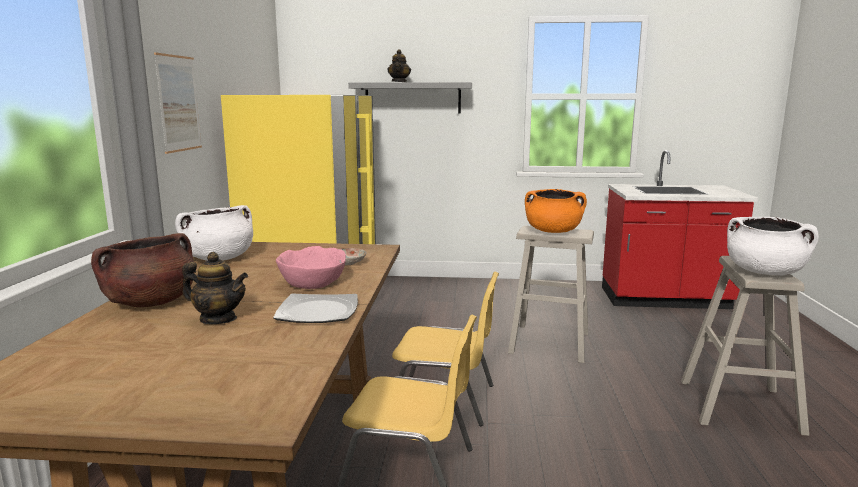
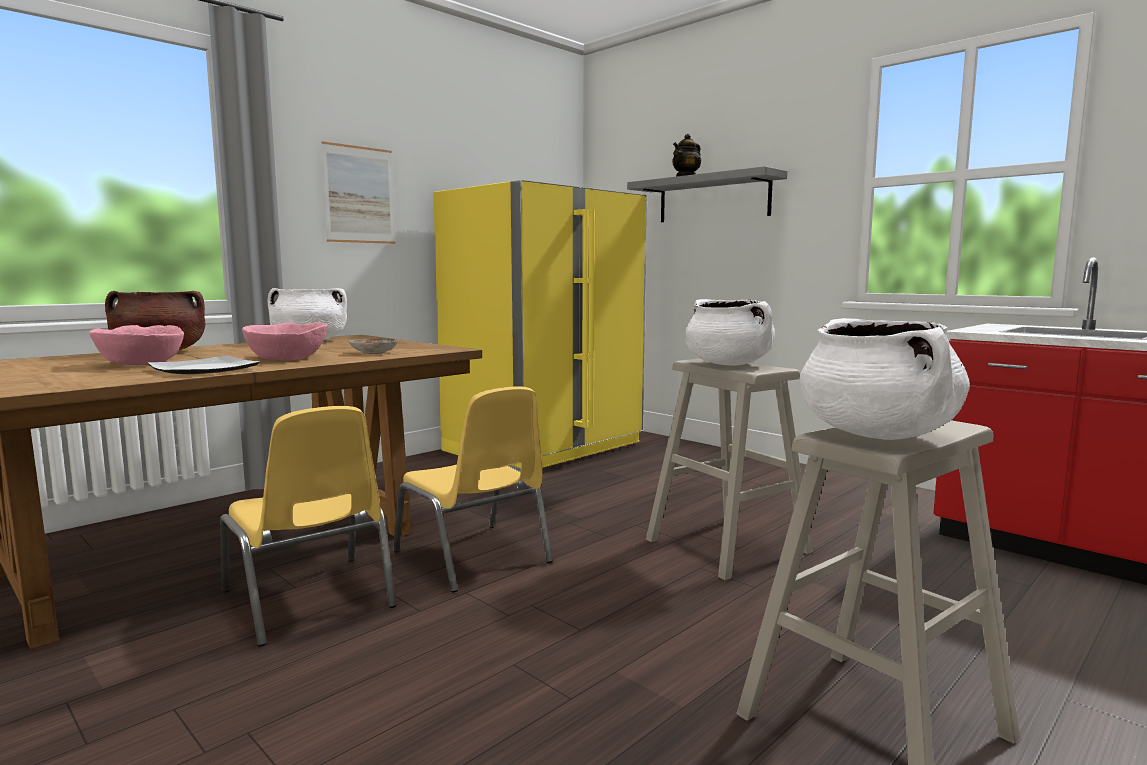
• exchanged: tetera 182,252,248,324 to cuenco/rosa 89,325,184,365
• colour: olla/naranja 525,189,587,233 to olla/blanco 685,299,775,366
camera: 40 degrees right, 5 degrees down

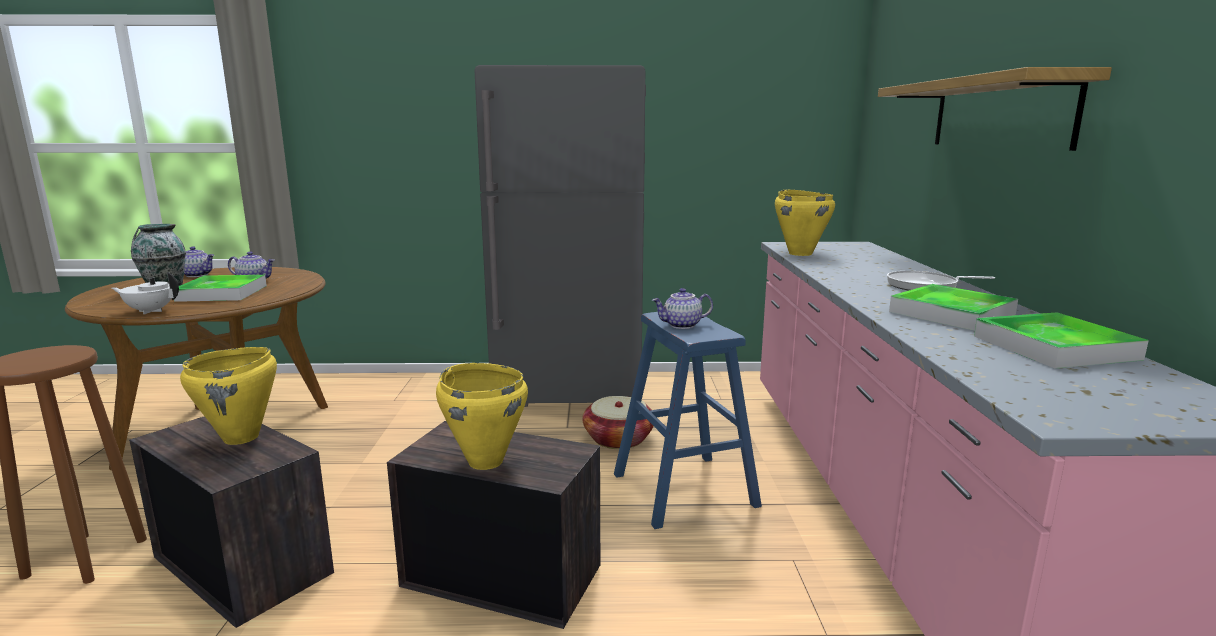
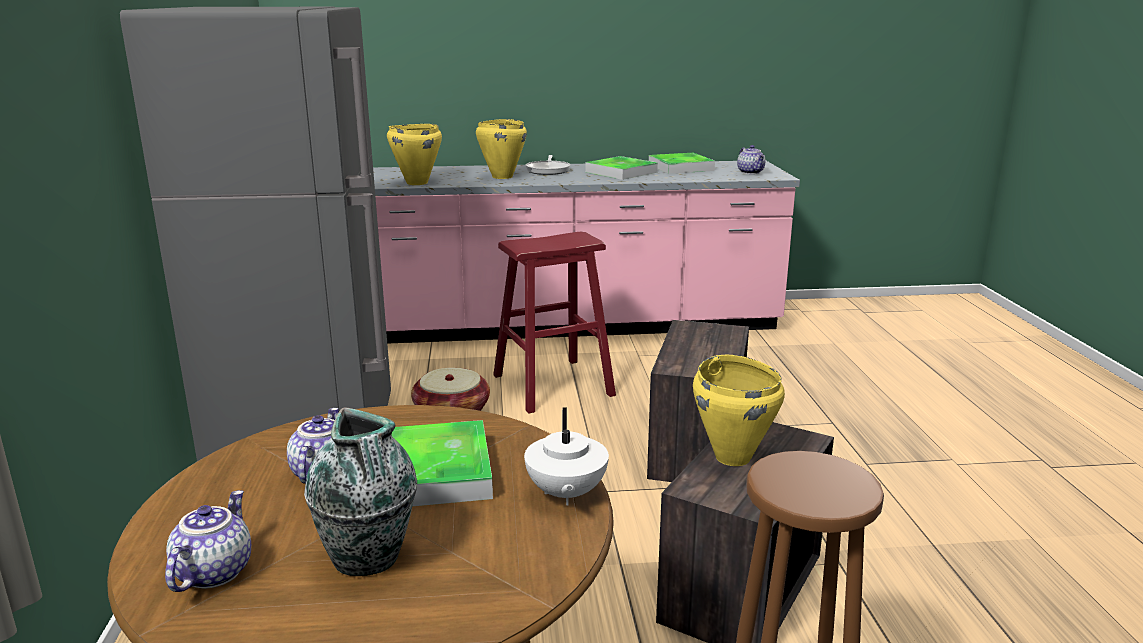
• missing: estante 878,67,1112,151
• relocated: olla/amarillo 436,363,528,470 to 476,119,527,179
• relocated: tetera 652,288,713,329 to 737,145,765,174
• colour: taburete/azul 614,312,762,529 to taburete/rojo 493,232,616,414
camera: 95 degrees left, 5 degrees up

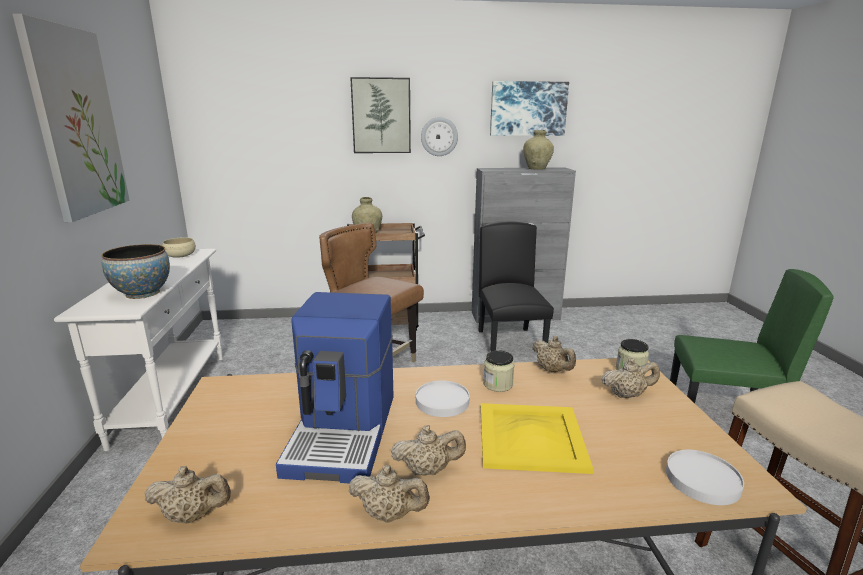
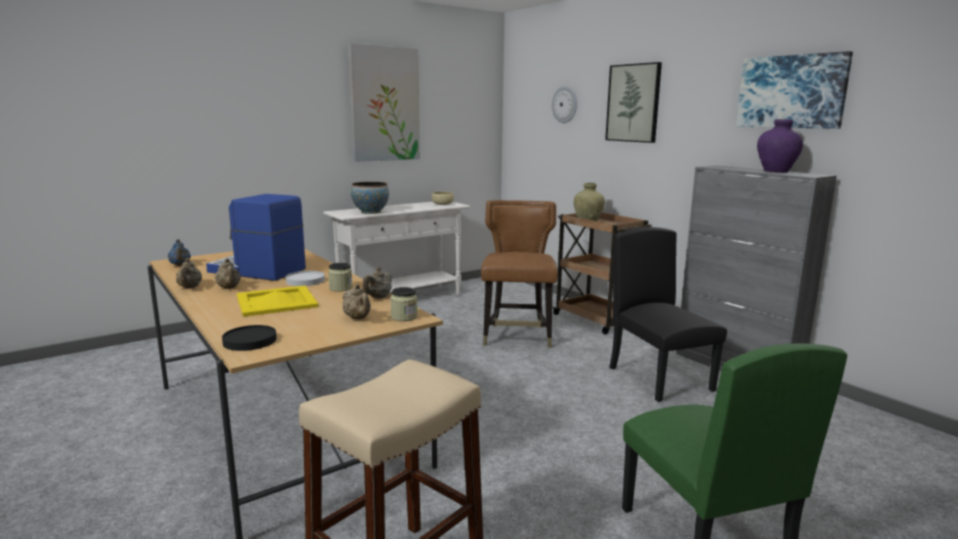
• relocated: reloj de pared 421,117,458,156 to 552,86,577,123
• colour: tetera/beis 145,466,231,524 to tetera/azul 167,239,191,266
• colour: florero/beis 523,130,554,170 to florero/morado 757,119,803,173
• colour: plato/blanco 666,450,744,505 to plato/negro 222,325,277,351
• spun: cafetera 276,292,394,484 = 206,194,306,281 45 degrees clockwise
• spun: silla/negro 478,221,554,352 = 609,227,727,402 75 degrees counterclockwise
camera: 60 degrees right, 5 degrees down

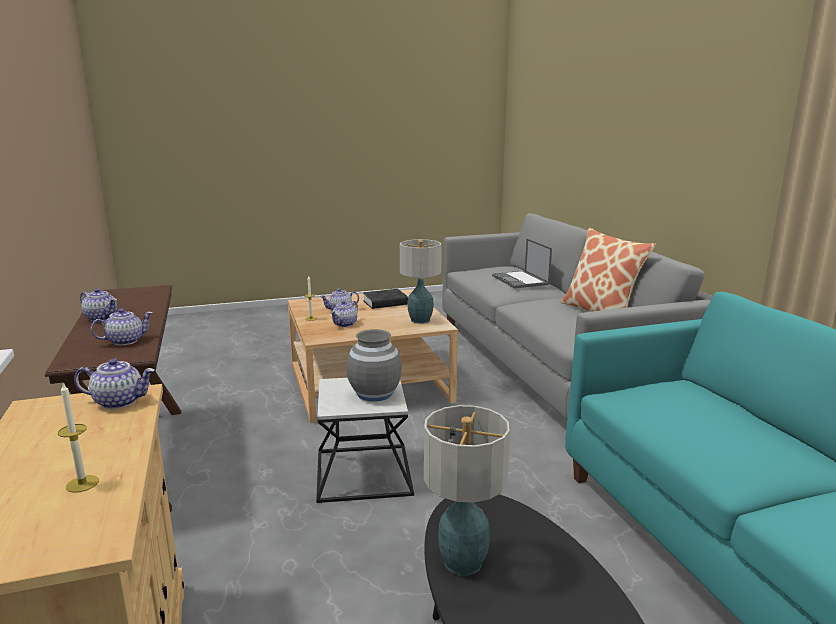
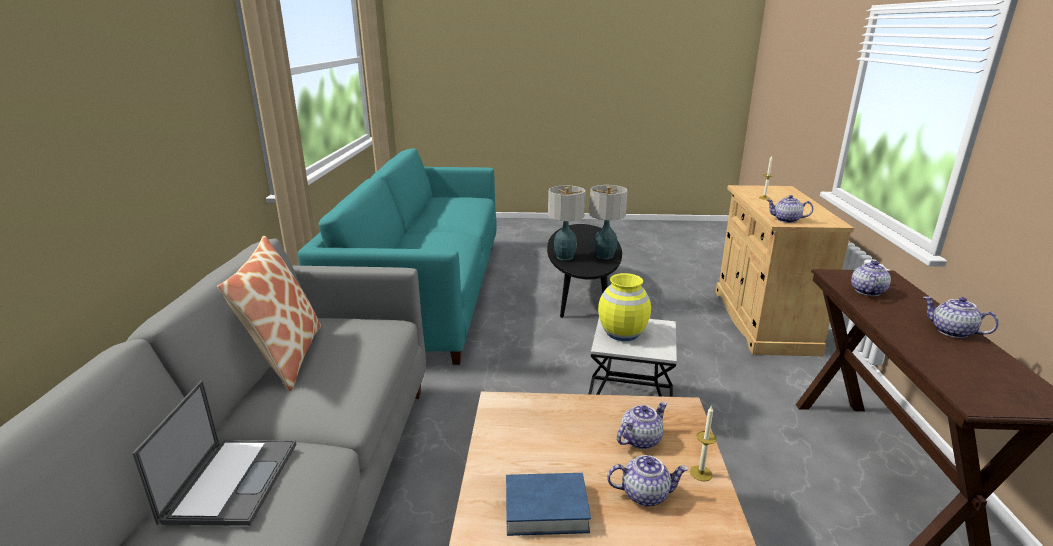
• relocated: lámpara de mesa 400,239,442,324 to 548,185,586,260
• colour: florero/gris 346,329,402,402 to florero/amarillo 598,273,651,341
• colour: libro/negro 363,289,408,309 to libro/azul 506,473,591,536
• spun: tetera 91,308,153,345 = 851,260,891,296 135 degrees clockwise
camera: 160 degrees left, 5 degrees up

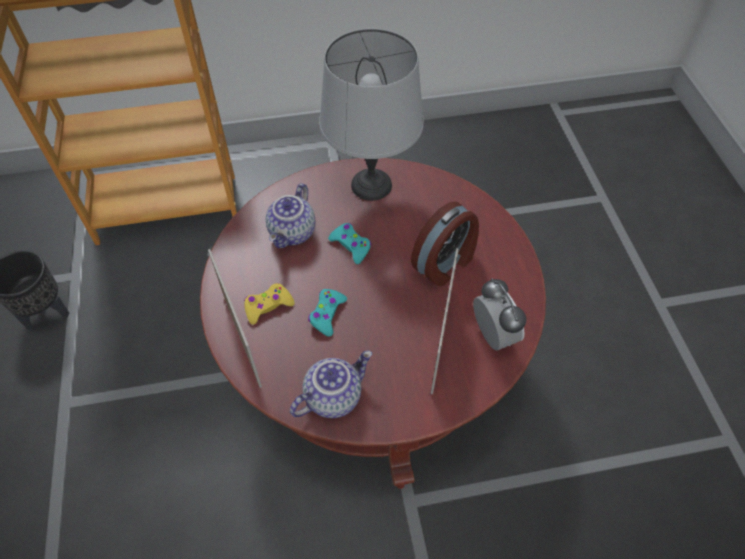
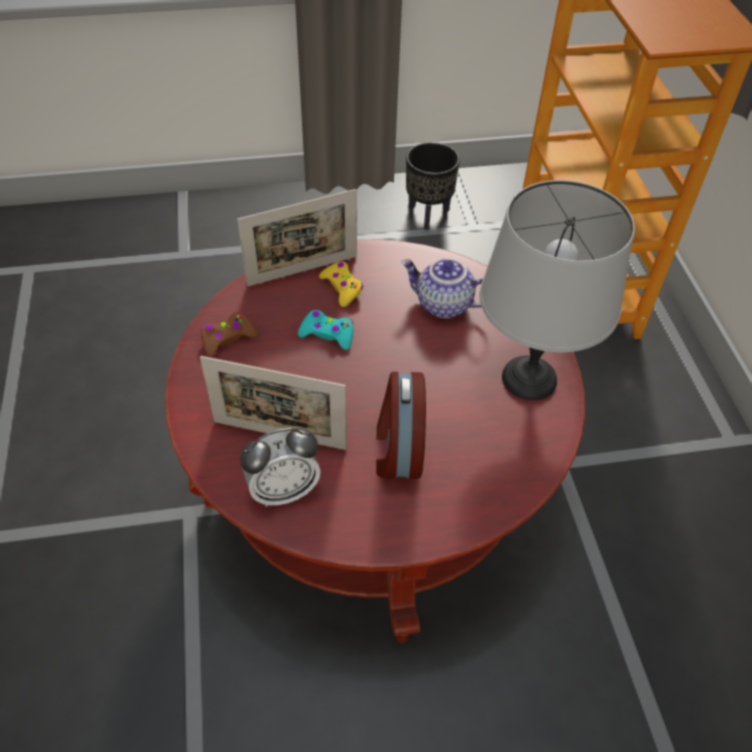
• missing: mando de consola/turquesa 328,223,371,264
• exchanged: tetera 290,351,372,418 to mando de consola/marrón 201,312,258,357
• spun: despertador 411,201,479,286 = 376,372,426,479 45 degrees clockwise
camera: 90 degrees right, 5 degrees down

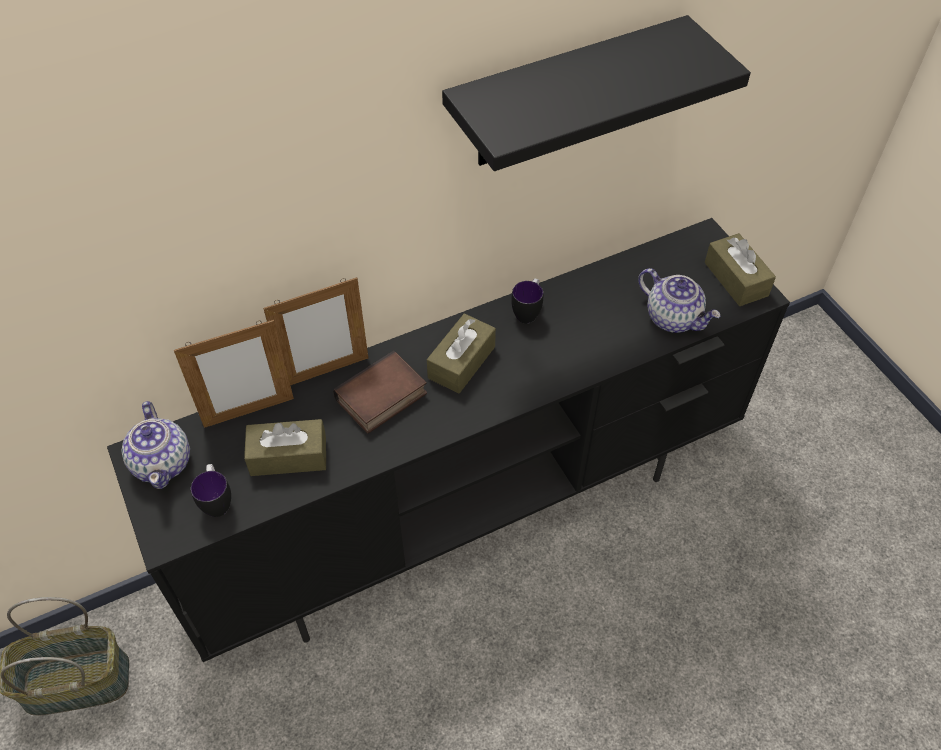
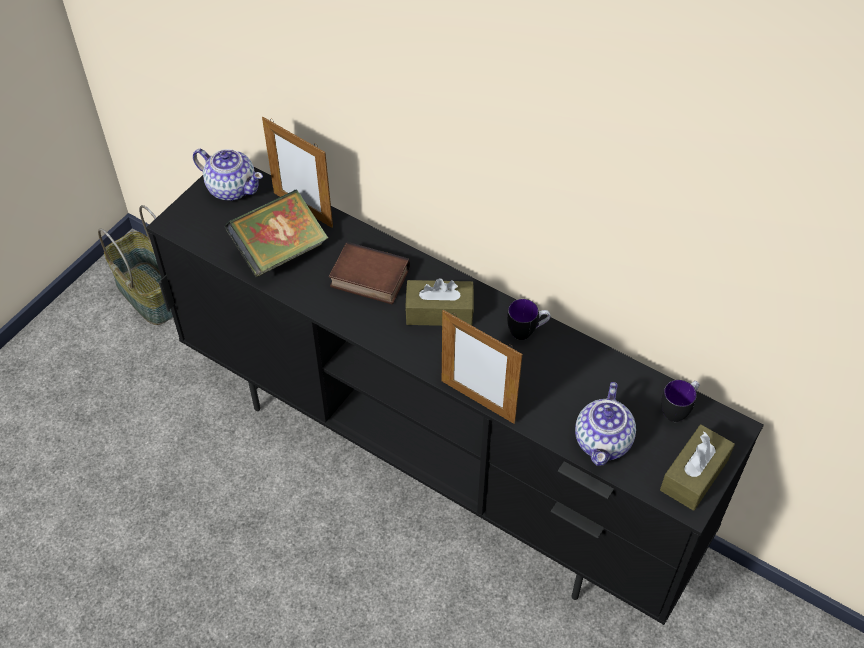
• missing: estante/negro 442,15,751,171
• relocated: taza grande 191,464,231,517 to 661,380,700,422
• relocated: portarretratos 263,277,368,385 to 442,310,523,424
• exchanged: caja de pañuelos/marrón 244,419,326,476 to libro 224,190,328,278
• spun: tetera 121,401,190,489 = 193,149,263,201 105 degrees counterclockwise
camera: 60 degrees right, 0 degrees up

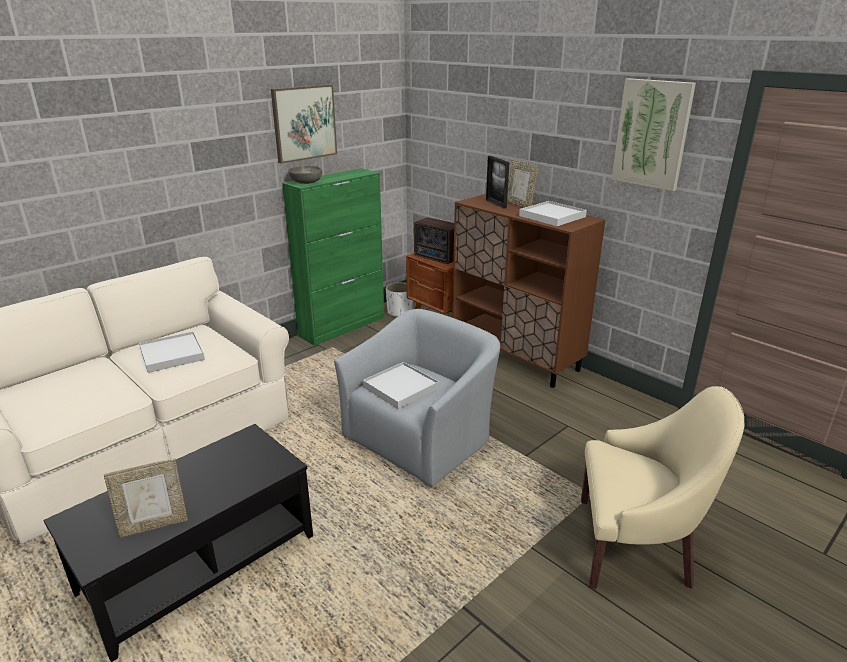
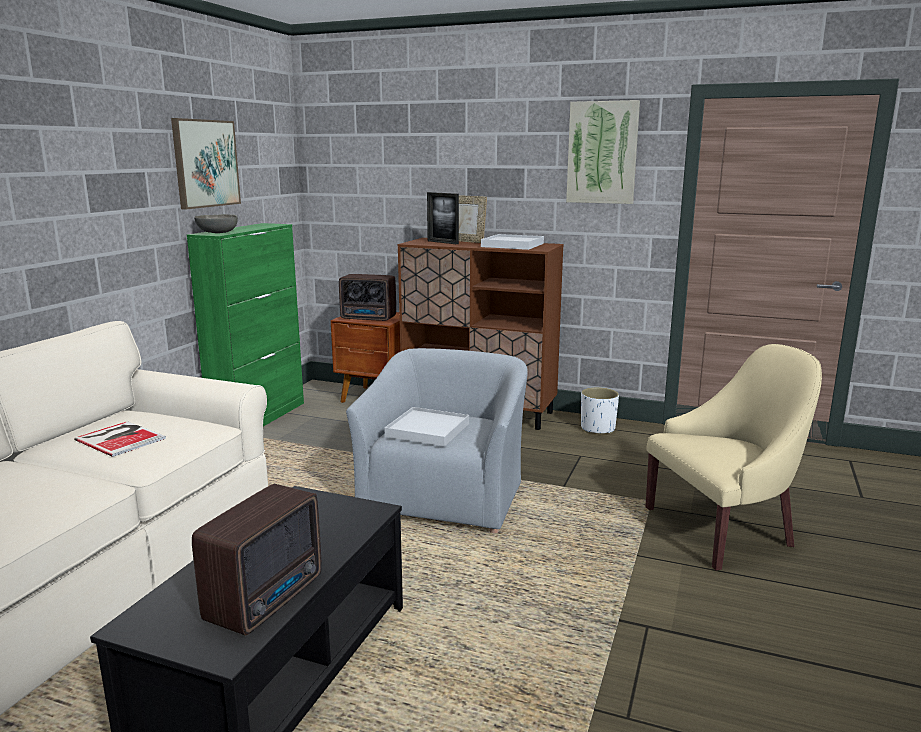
• relocated: maceta/blanco 386,282,413,317 to 581,387,619,434
• exchanged: portarretratos 104,459,188,538 to radio 192,484,322,635
• exchanged: bandeja/blanco 139,331,205,373 to libro 74,421,166,457
camera: 25 degrees left, 10 degrees down

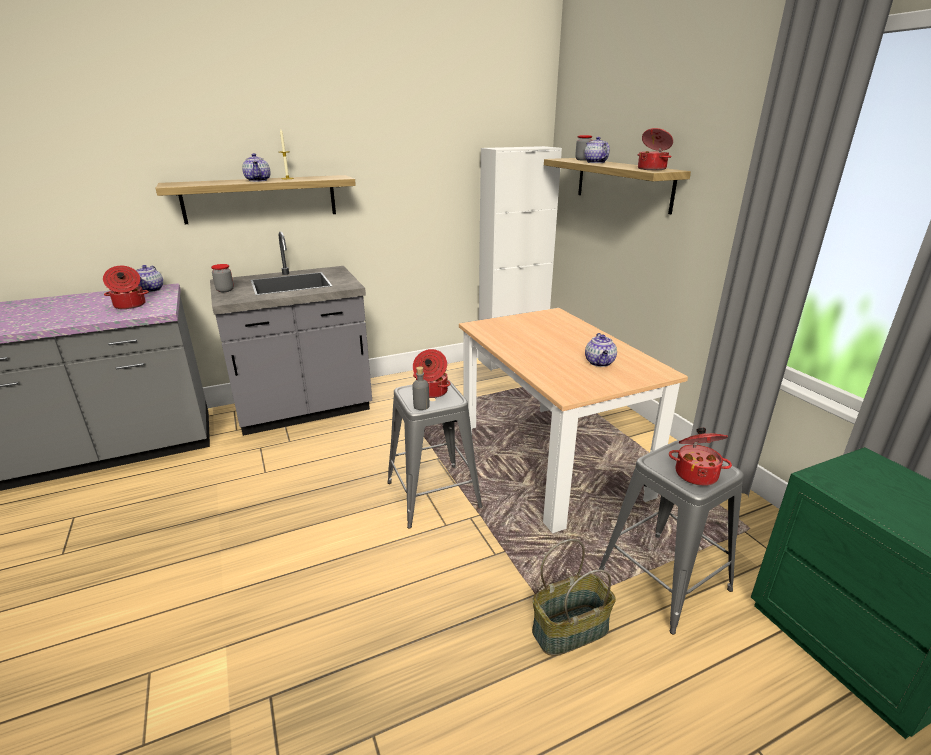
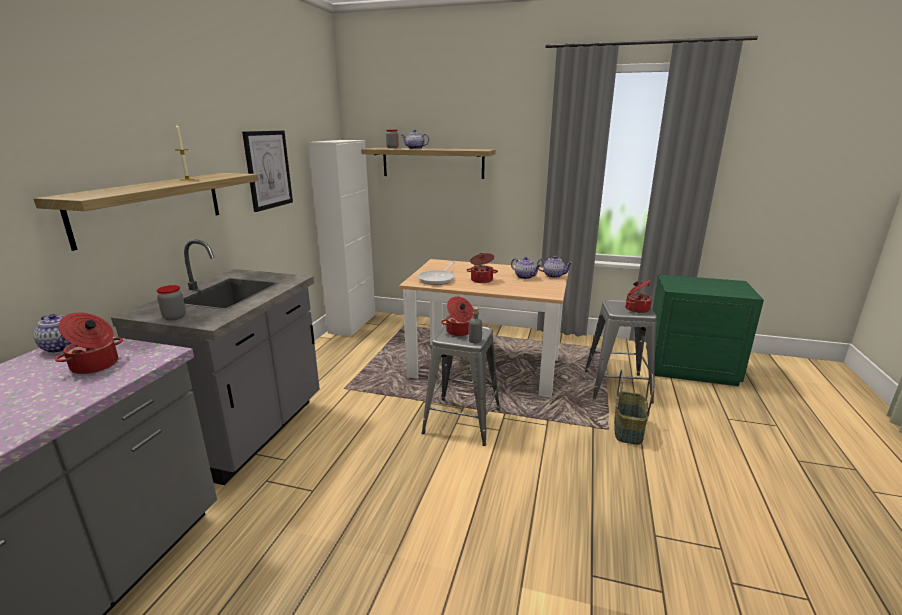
• appeared: cuadro 242,131,293,212
• appeared: sartén 418,261,456,285
• relocated: tetera 242,153,271,182 to 537,256,573,278
• relocated: olla 637,128,673,170 to 467,253,498,283
camera: 50 degrees left, 5 degrees down

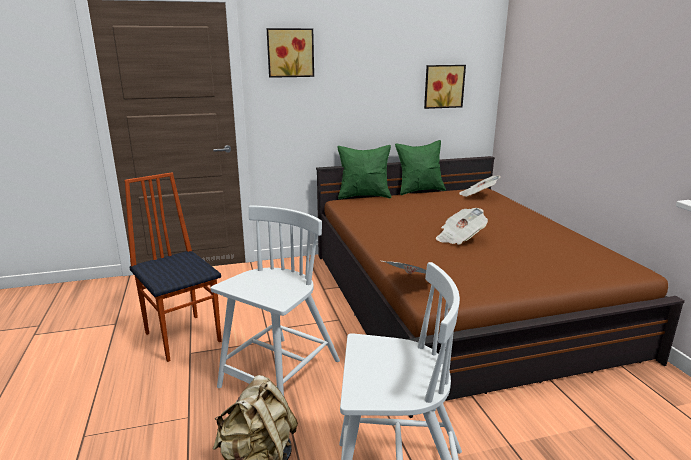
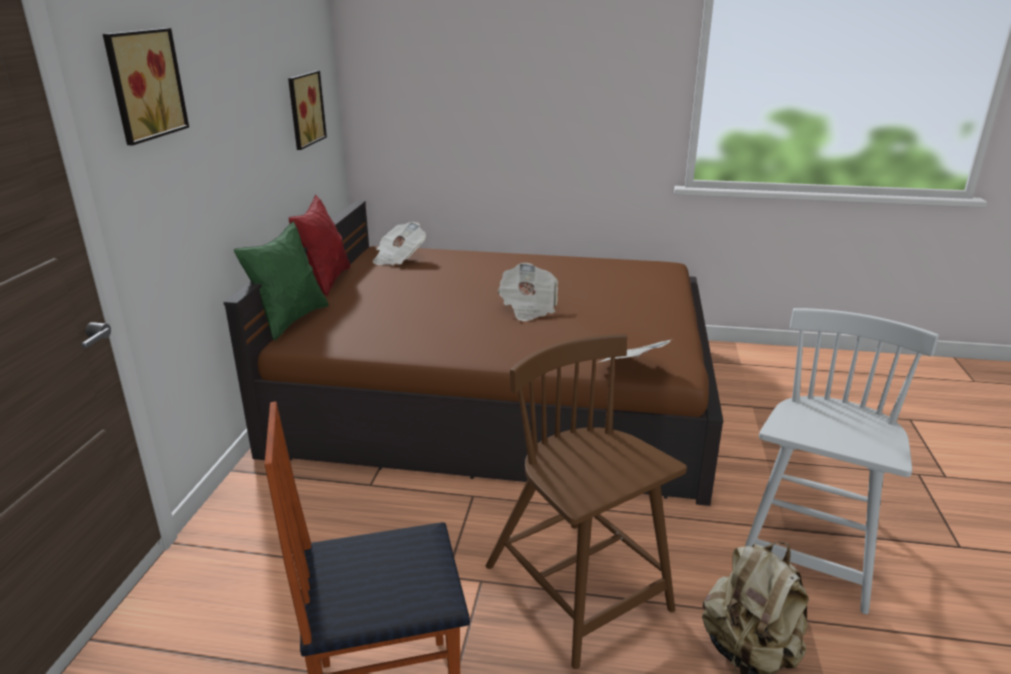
• colour: silla/blanco 211,205,340,396 to silla/marrón 486,333,687,669
• colour: cojín/verde 395,140,446,195 to cojín/rojo 289,195,350,296
camera: 65 degrees left, 5 degrees up

